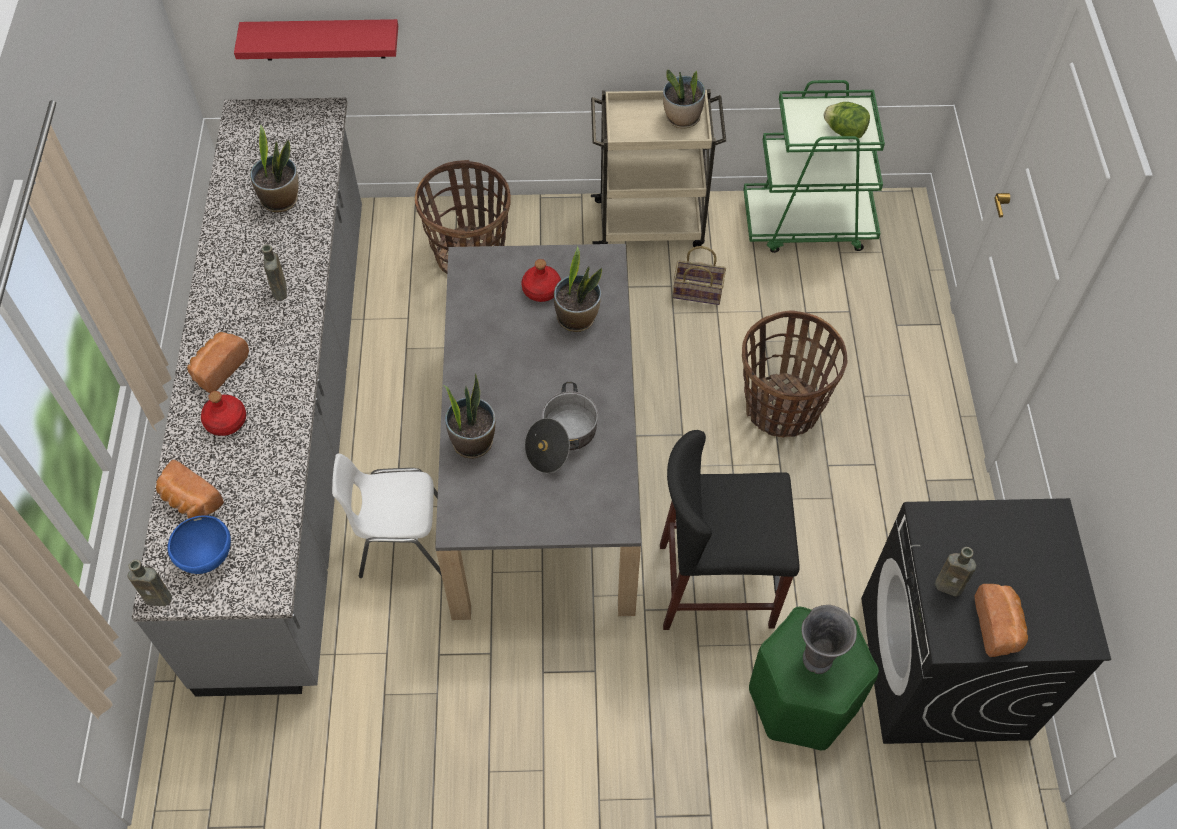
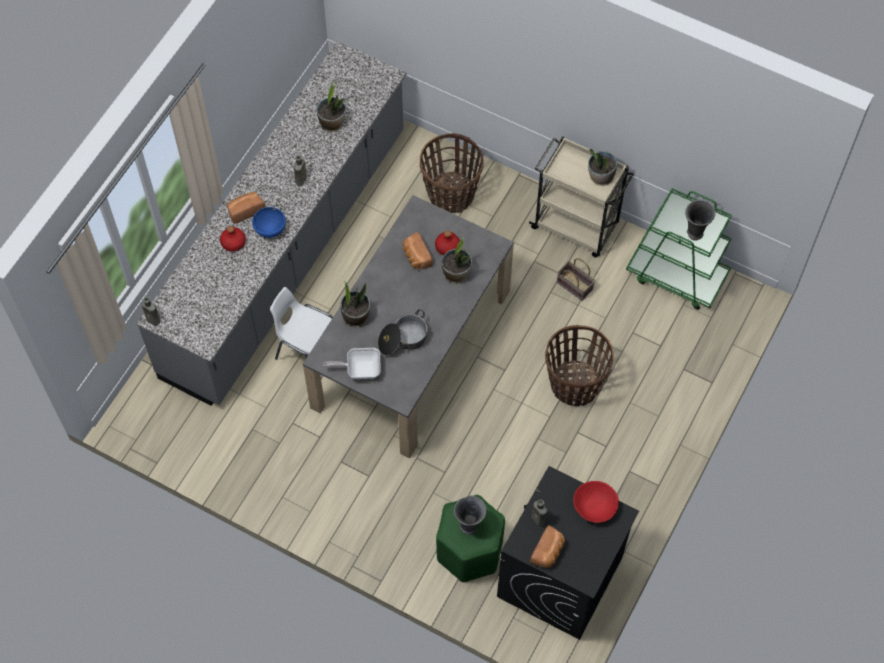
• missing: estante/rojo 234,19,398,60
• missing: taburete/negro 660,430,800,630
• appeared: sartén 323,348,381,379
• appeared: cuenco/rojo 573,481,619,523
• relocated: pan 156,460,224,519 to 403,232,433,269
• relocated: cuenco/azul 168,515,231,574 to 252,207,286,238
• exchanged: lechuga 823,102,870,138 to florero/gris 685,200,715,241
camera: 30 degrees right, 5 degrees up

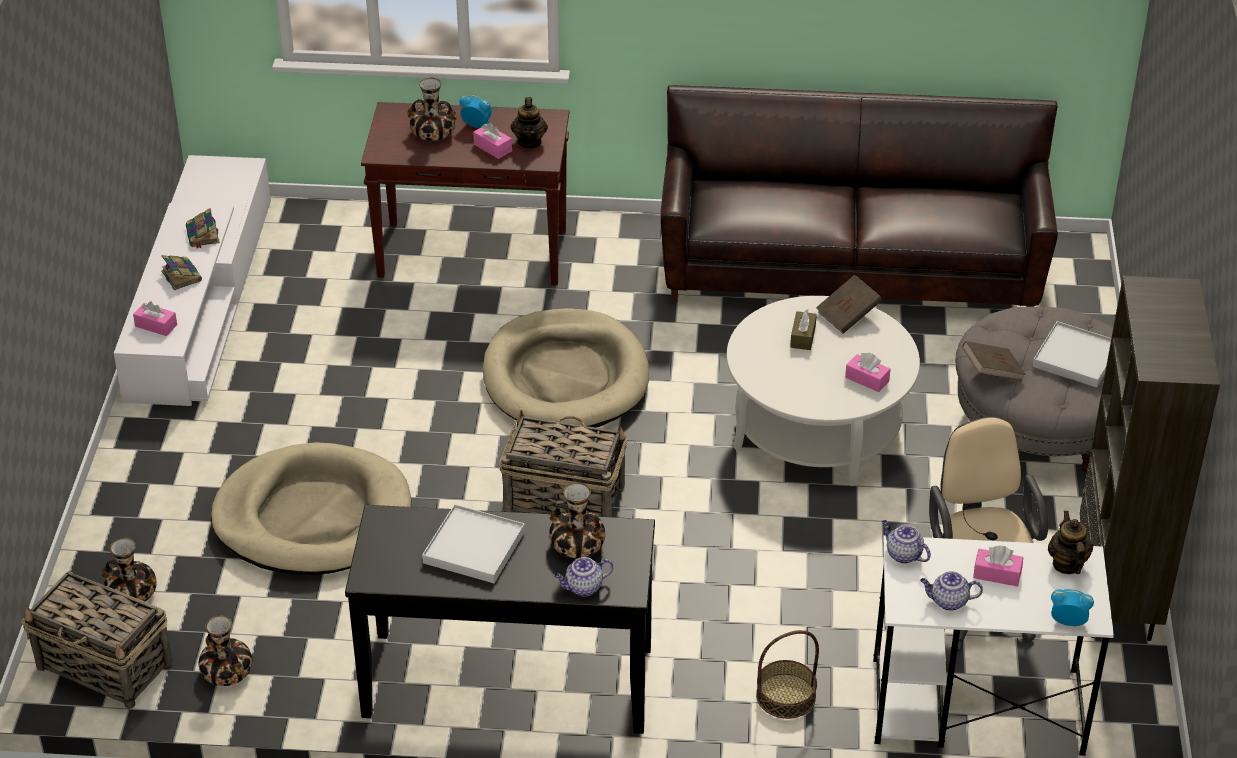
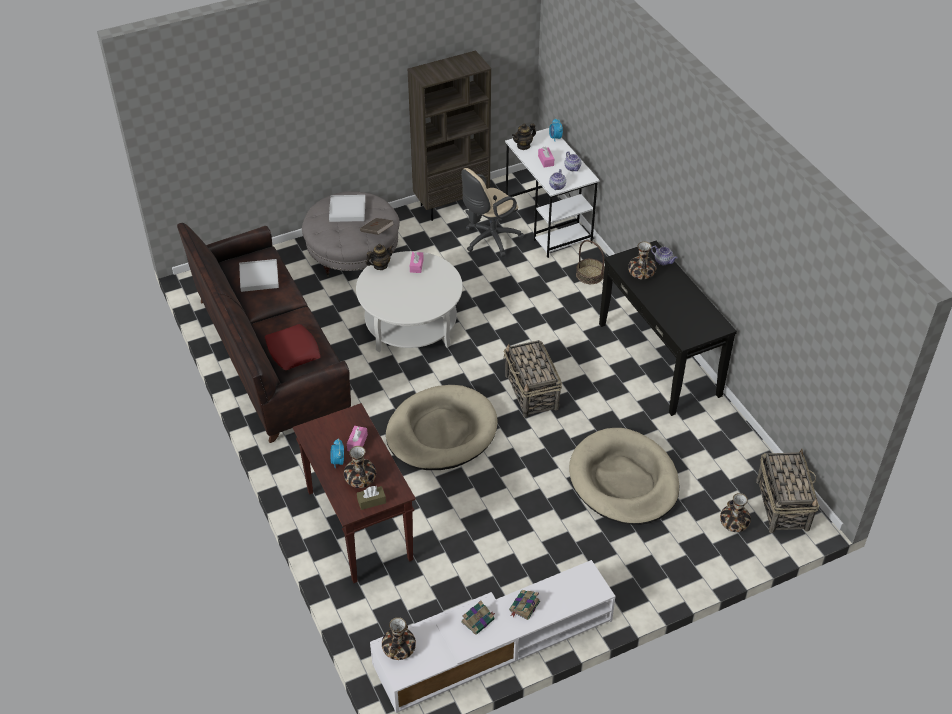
• missing: caja de pañuelos/rosa 133,302,177,336
• missing: libro/marrón 816,275,882,334
• appeared: cojín/rojo 265,324,321,370
• relocated: florero 199,615,252,686 to 382,617,416,660
• relocated: bandeja/blanco 422,504,525,583 to 239,259,279,292
• relocated: tetera 511,97,548,149 to 366,244,394,270
• relocated: caja de pañuelos/marrón 790,309,817,350 to 357,486,386,510
camera: 120 degrees left, 5 degrees up

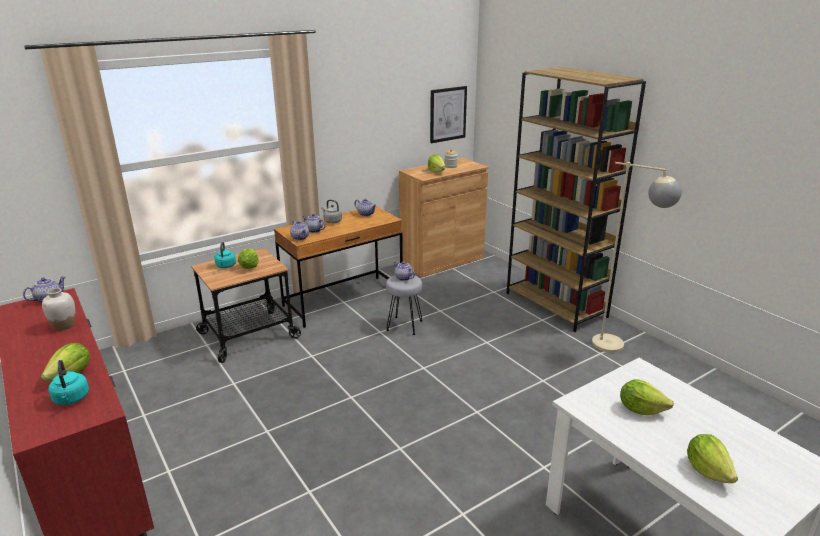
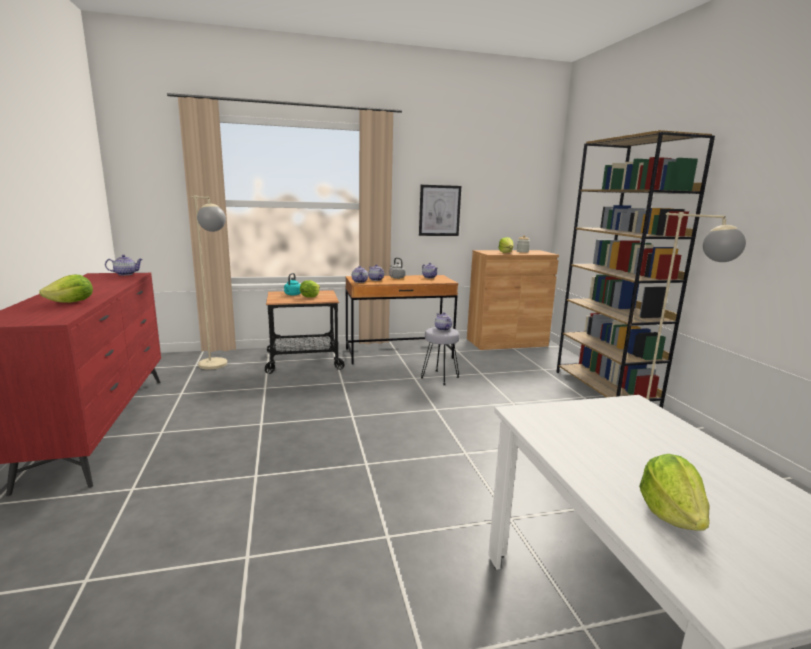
• missing: florero/blanco 42,288,75,330
• missing: hervidor/turquesa 48,360,89,405
• missing: lechuga 620,379,674,415
• appeared: lámpara de pie/beis 190,195,227,369
• relocated: cuadro 430,86,467,143 to 419,185,461,236
camera: 20 degrees right, 10 degrees down

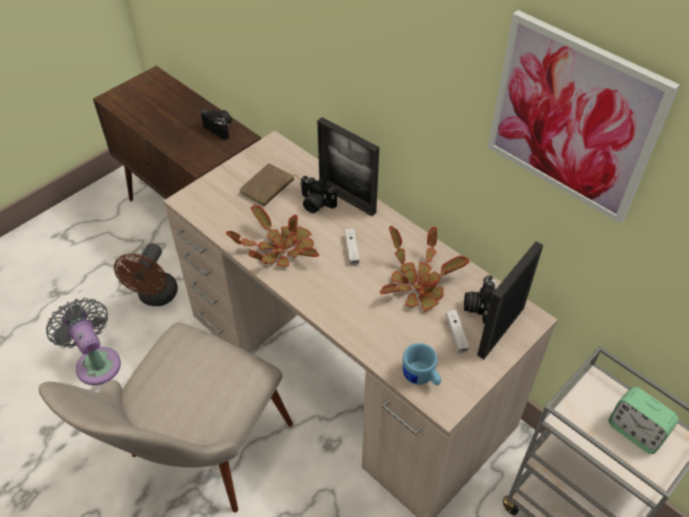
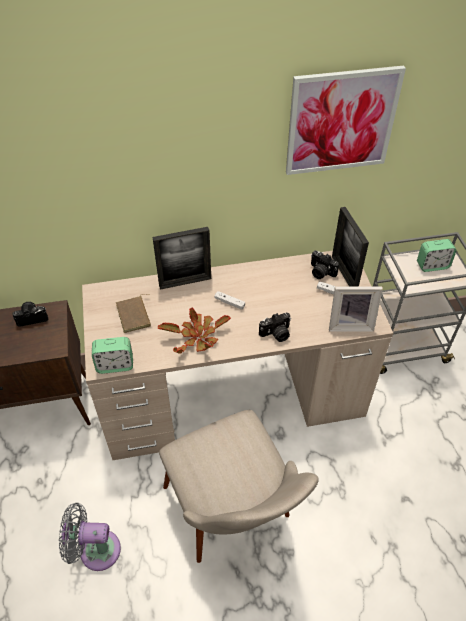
• missing: ventilador/marrón 114,243,178,306
• missing: planta en maceta 380,226,470,311
• appeared: despertador 92,337,133,374
• relocated: cámara 300,176,337,213 to 259,313,291,342
• exchanged: taza grande/azul 403,343,441,386 to portarretratos 329,286,383,332
camera: 55 degrees left, 0 degrees up

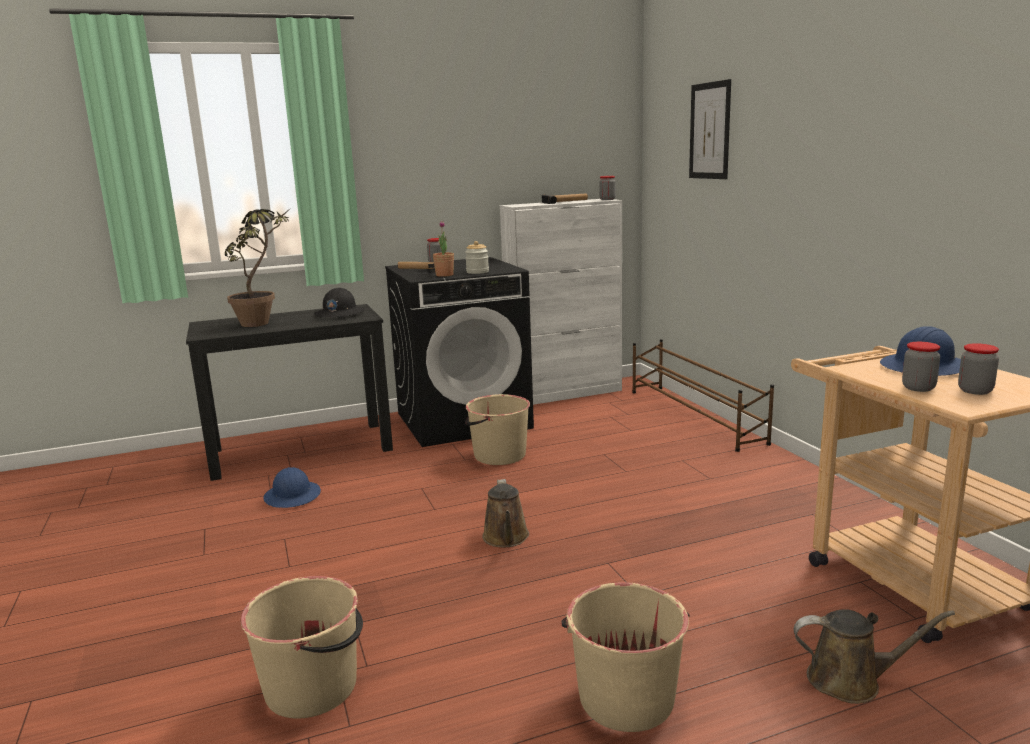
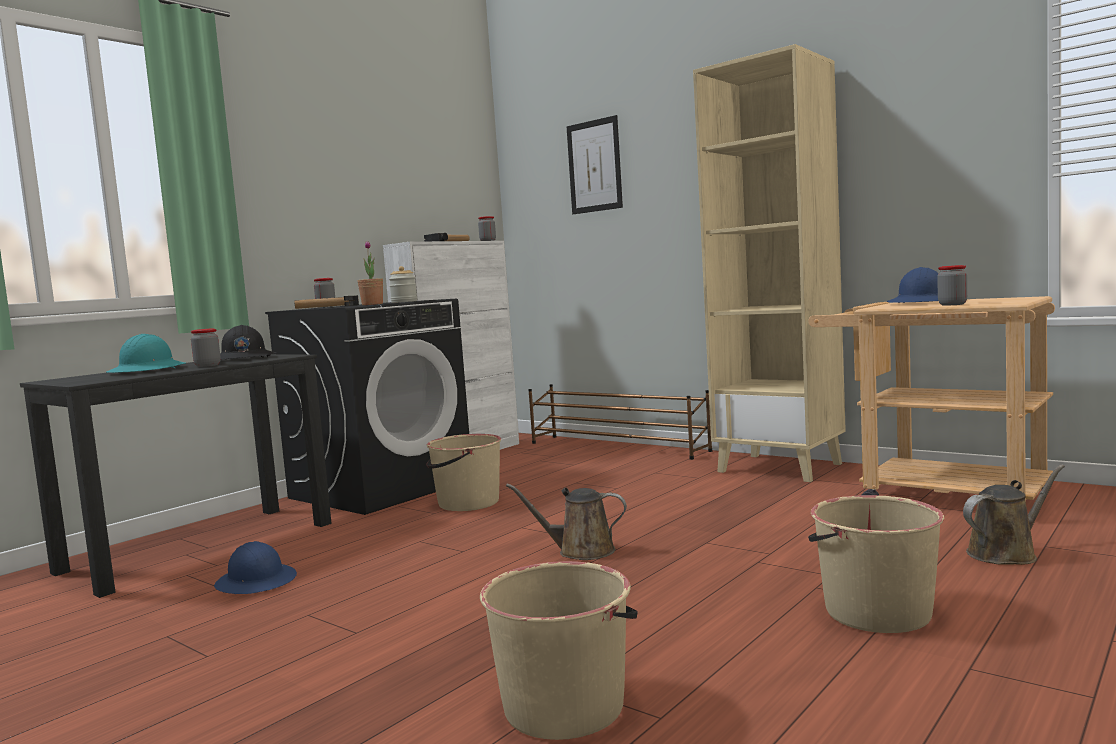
• appeared: estantería/beis 693,44,846,482
• relocated: tarro 958,343,999,395 to 191,328,221,367
• exchanged: planta en maceta 225,207,292,327 to casco/turquesa 107,334,186,373
• spun: regadera/marrón 482,479,529,547 = 506,484,627,560 135 degrees clockwise
camera: 30 degrees left, 10 degrees down

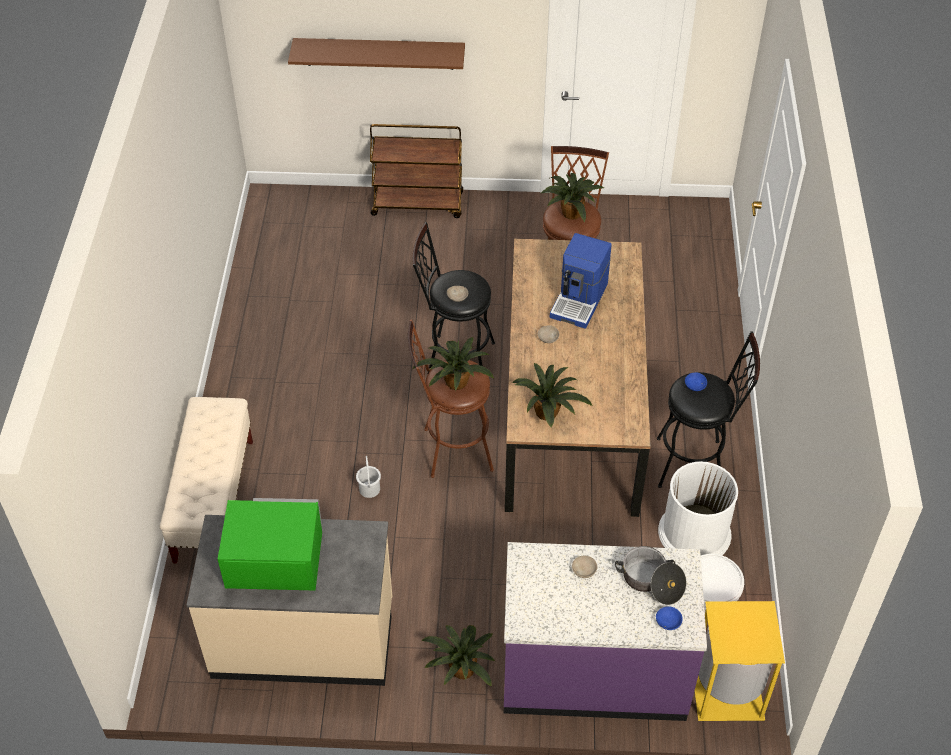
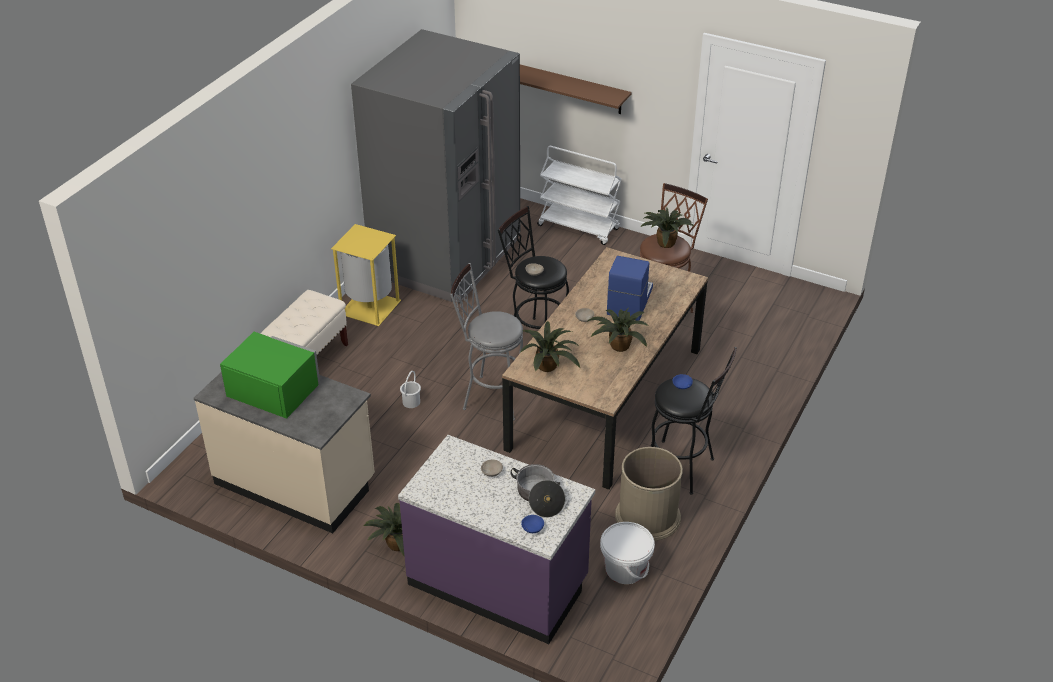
• appeared: nevera/gris 351,29,520,303
• relocated: planta en maceta 413,337,494,391 to 587,309,649,352
• relocated: papelera/amarillo 695,601,785,721 to 331,224,401,326
• colour: carrito/marrón 370,124,463,218 to carrito/blanco 537,146,622,245
• colour: taburete/marrón 408,319,494,478 to taburete/gris 450,263,523,421
• colour: papelera/blanco 658,461,738,555 to papelera/marrón 615,447,683,541
• spun: cafetera 549,233,612,329 = 607,256,653,321 150 degrees clockwise
camera: 25 degrees right, 10 degrees down

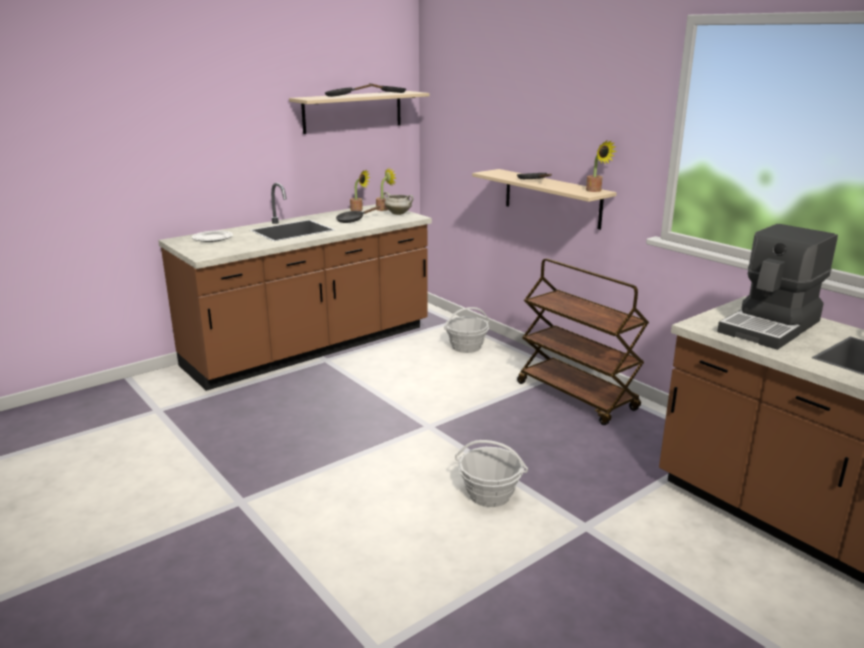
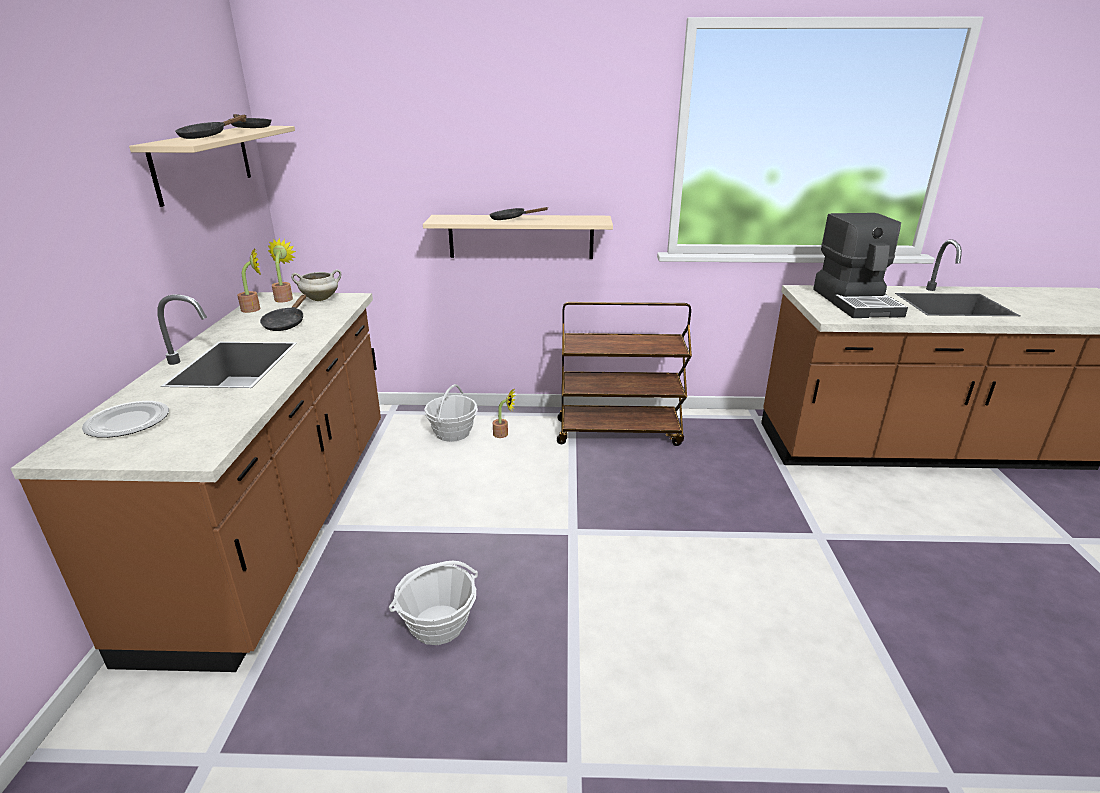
• relocated: cesta 455,440,528,507 to 389,561,478,645
• relocated: planta en maceta 586,141,617,192 to 493,389,516,438
camera: 50 degrees left, 5 degrees up

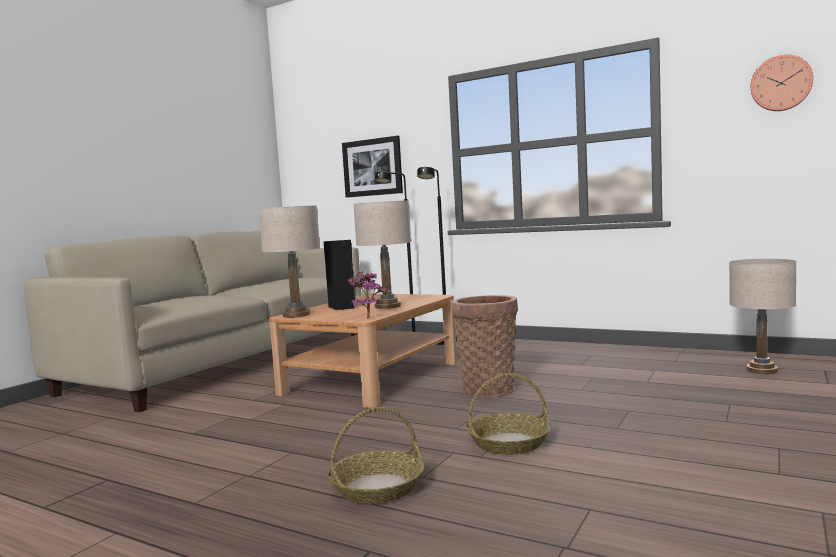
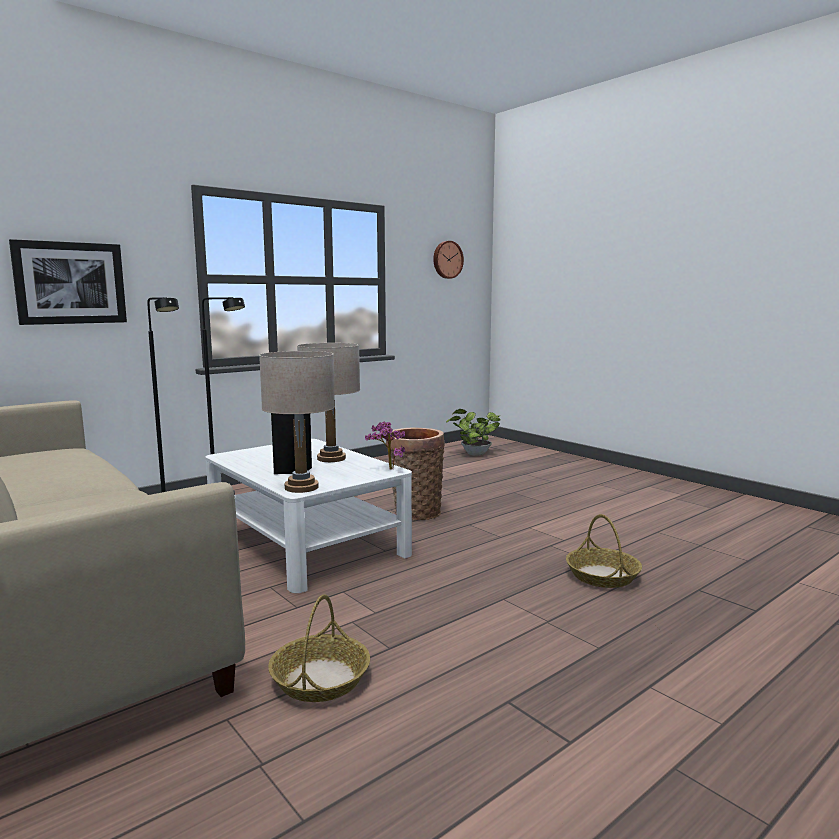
• relocated: cesta 466,373,550,455 to 268,595,370,702
• exchanged: lámpara de mesa/beis 729,259,797,374 to planta en maceta 446,409,501,456
• colour: mesa de centro/marrón 269,294,457,408 to mesa de centro/blanco 205,439,412,593
camera: 70 degrees left, 5 degrees up

